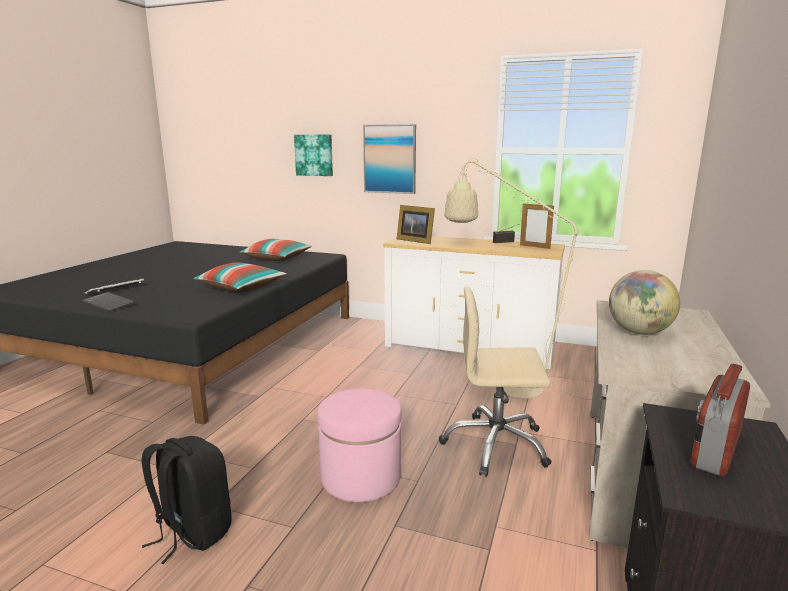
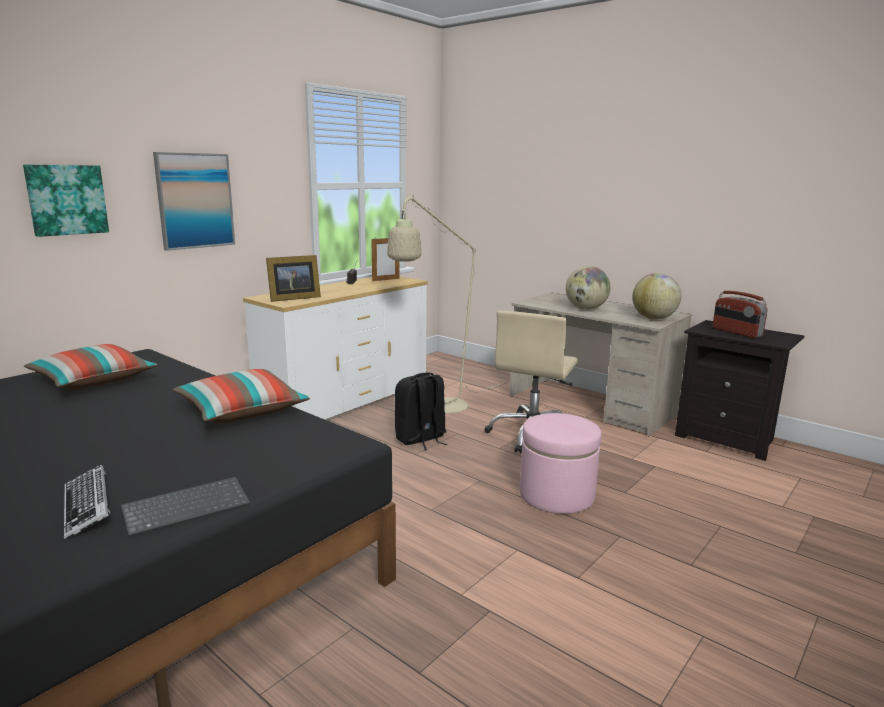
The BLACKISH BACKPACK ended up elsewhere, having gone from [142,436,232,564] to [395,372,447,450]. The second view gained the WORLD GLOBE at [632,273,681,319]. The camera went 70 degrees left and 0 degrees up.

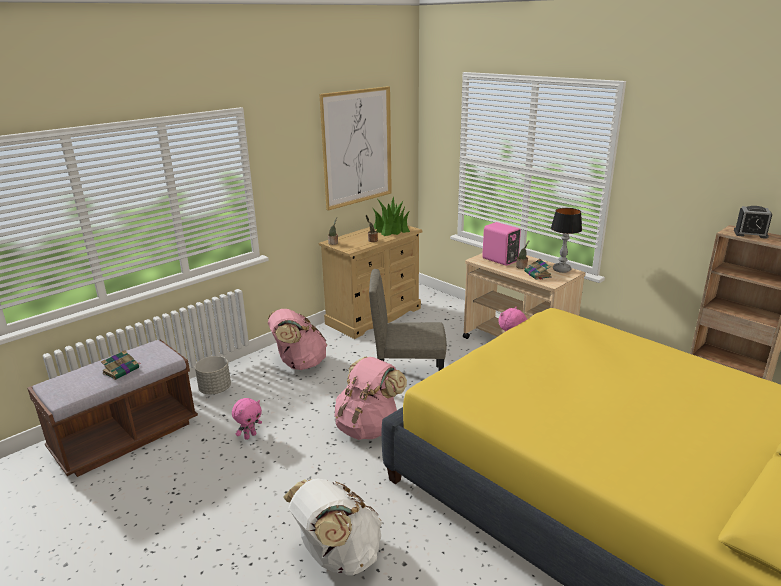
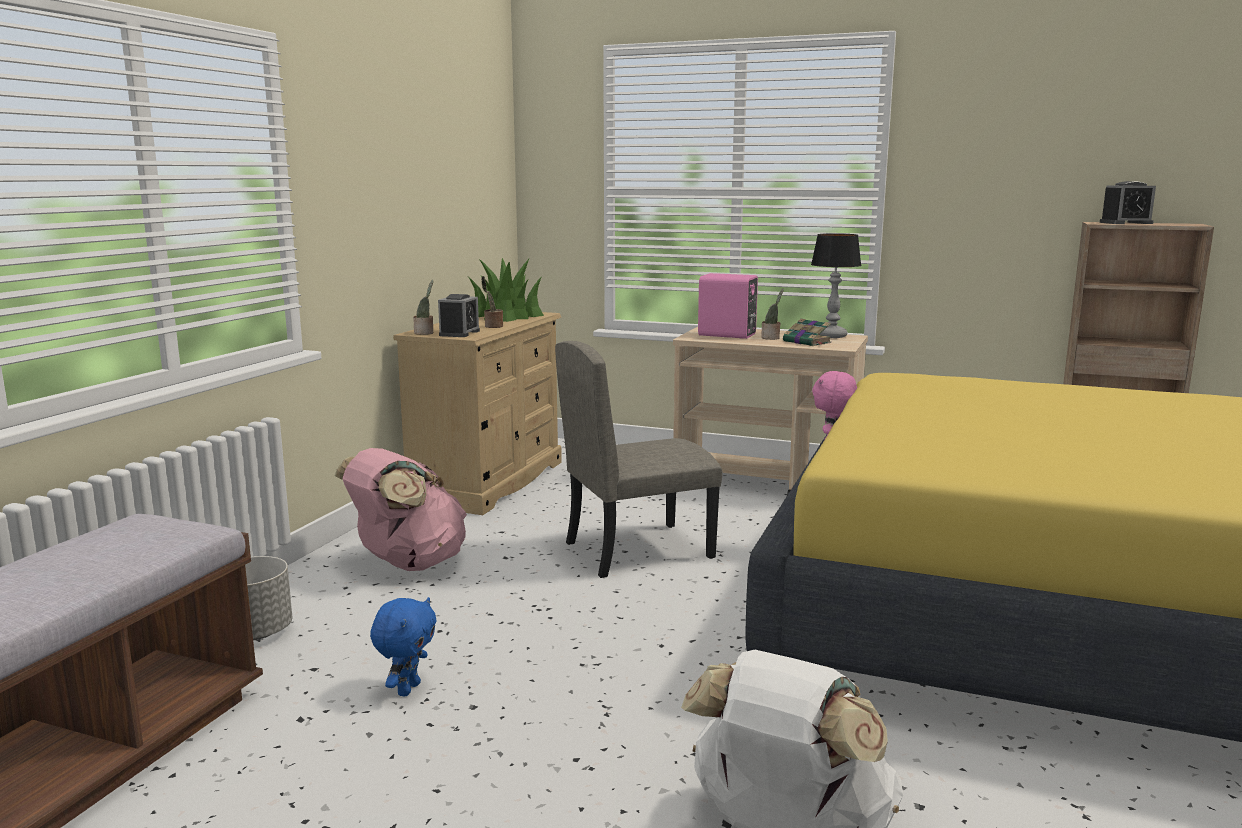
What was the PINKISH SOFT TOY at [232,398,262,440] turned into the BLUISH SOFT TOY at [370,597,436,696]. The second view gained the BEDSIDE CLOCK at [438,294,480,337]. The second view lost the BOUND BOOK at [101,350,141,380]. The second view lost the WALL ART at [319,86,392,211]. The second view lost the PINKISH BACKPACK at [334,356,407,440]. The camera went 25 degrees left and 10 degrees down.

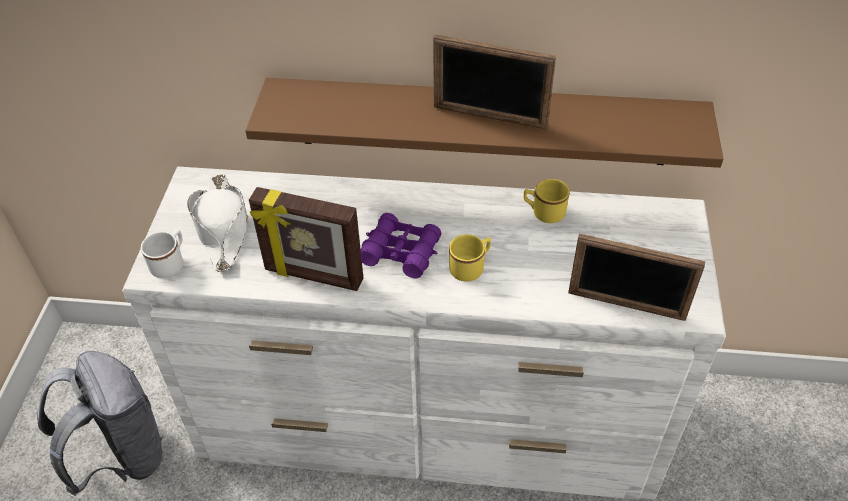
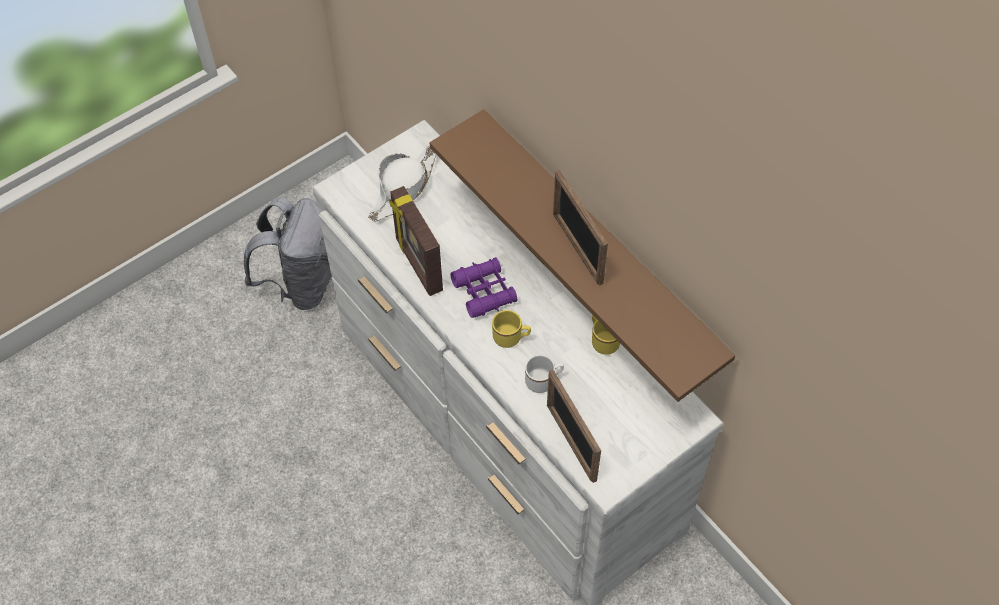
The WHITE COFFEE MUG ended up elsewhere, having gone from [141,229,183,278] to [525,355,564,393]. The camera went 45 degrees right and 10 degrees up.

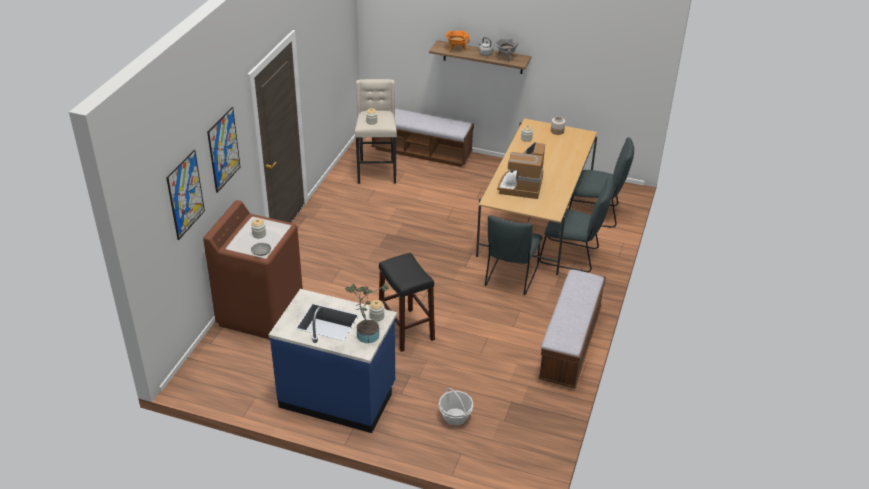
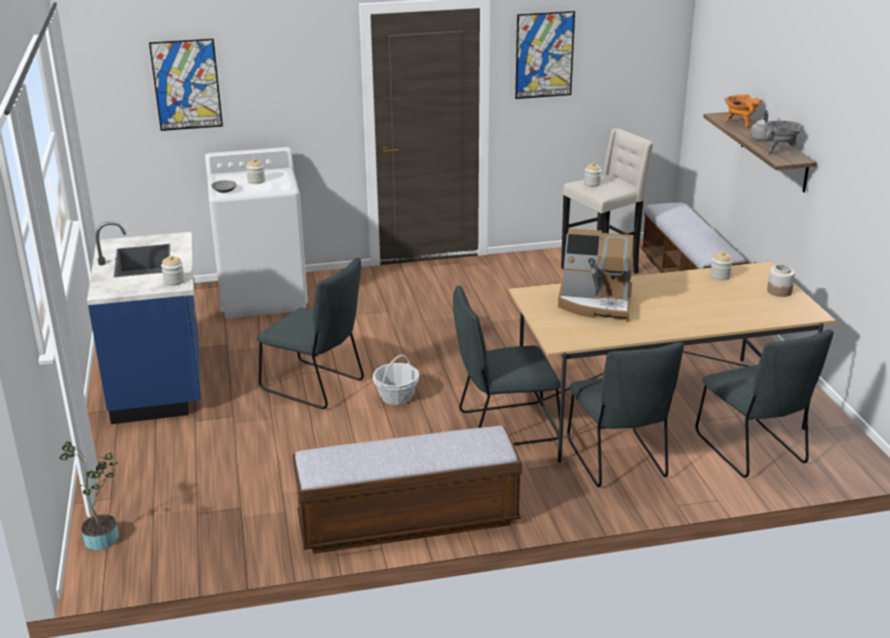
The HOUSEPLANT ended up elsewhere, having gone from [345,284,389,343] to [60,441,119,550]. What was the BROWNISH LAUNDRY MACHINE at [203,200,303,339] turned into the WHITE LAUNDRY MACHINE at [205,147,308,319]. Where the BLACKISH SITTING STOOL stood at [379,253,435,352], the GRAY UPRIGHT CHAIR came to stand at [257,258,364,409]. The HOUSEHOLD BASKET ended up elsewhere, having gone from [439,388,473,425] to [373,354,419,405]. The WALL ART ended up elsewhere, having gone from [207,107,240,193] to [515,11,575,99]. The COFFEE BREWER at [497,142,545,199] ended up facing another way, 150 degrees counterclockwise from before. The camera went 60 degrees right and 10 degrees down.

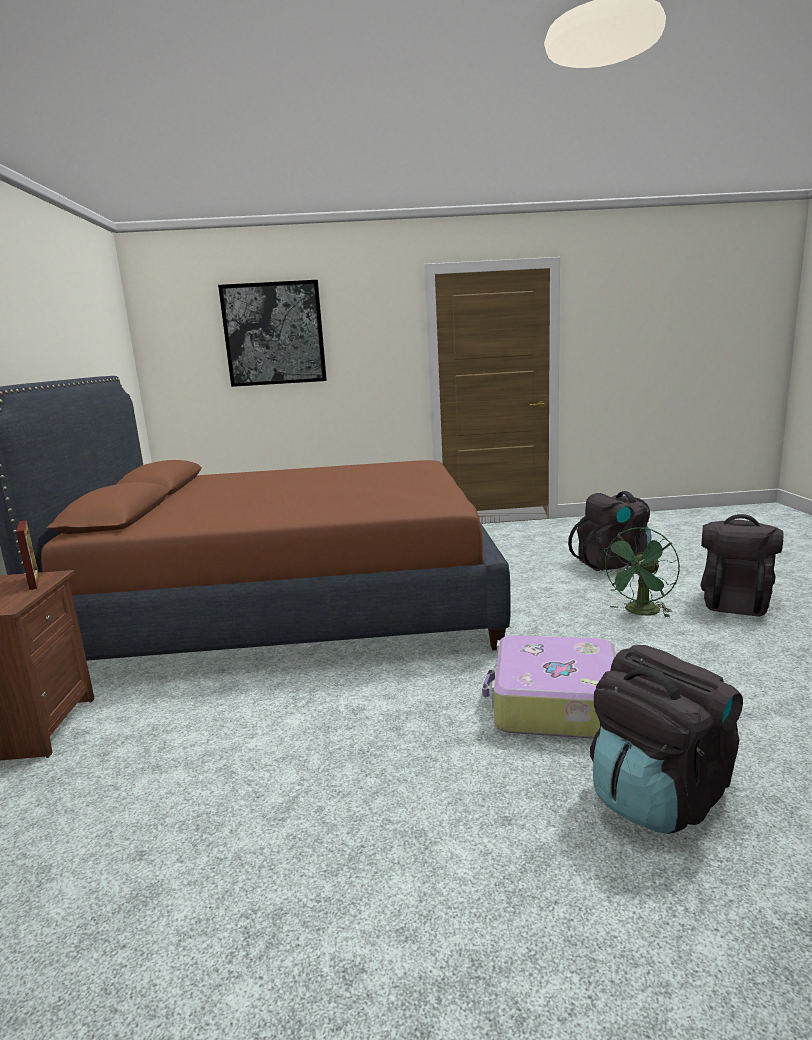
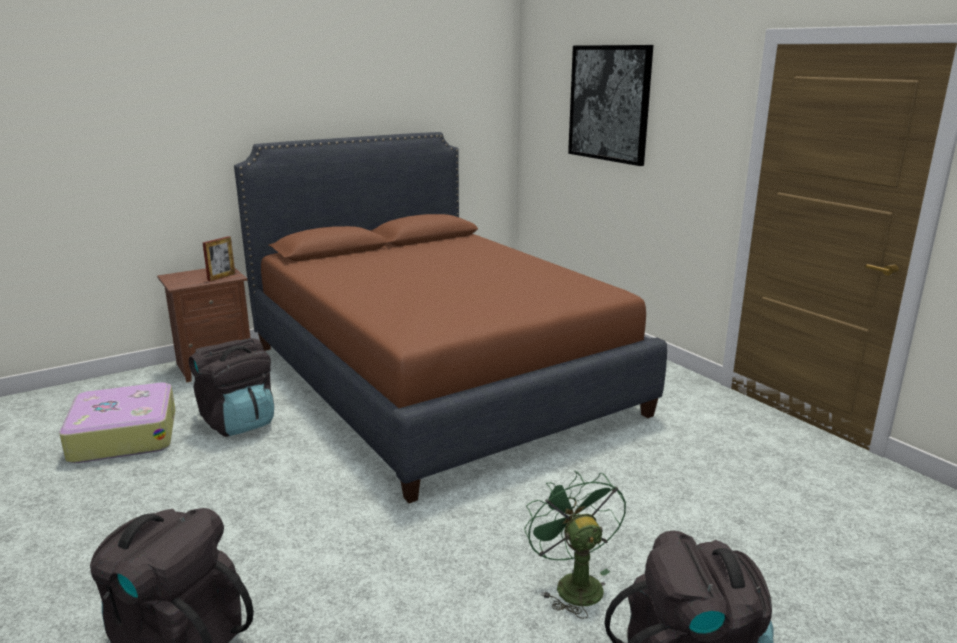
The TRAVEL CASE ended up elsewhere, having gone from [482,635,616,739] to [59,382,175,463]. The BLACKISH BACKPACK ended up elsewhere, having gone from [568,491,651,571] to [189,338,274,437]. The GREEN-COLOURED ELECTRIC FAN at [602,528,680,618] ended up facing another way, 60 degrees clockwise from before. The camera went 60 degrees right and 5 degrees up.

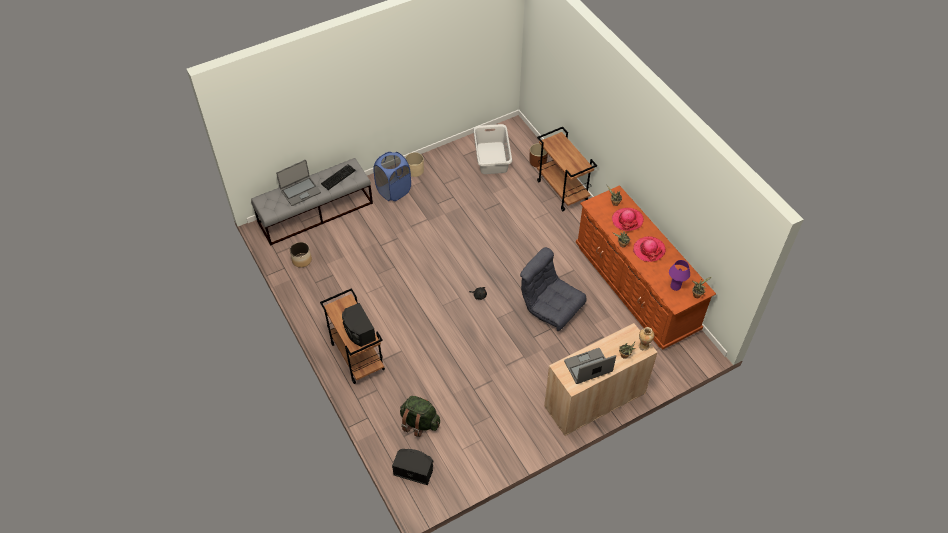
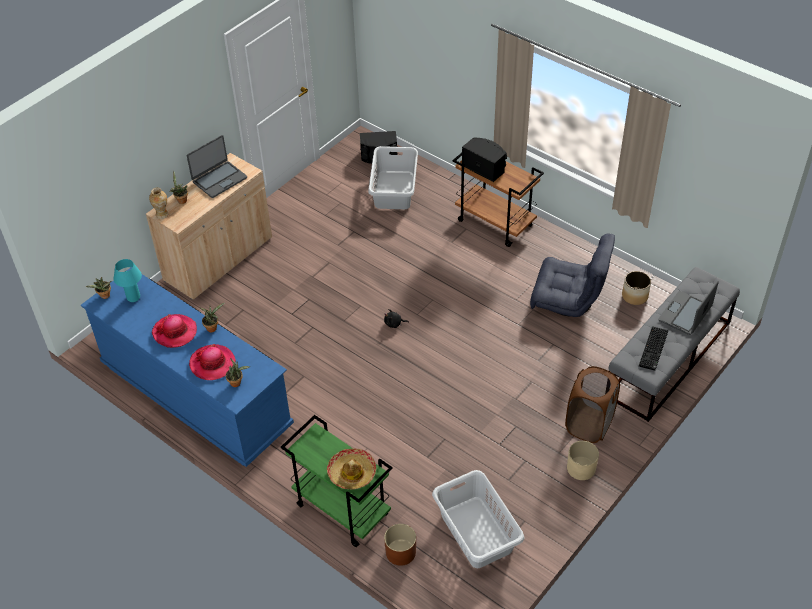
What was the BROWNISH CHEST OF DRAWERS at [576,185,716,350] turned into the BLUISH CHEST OF DRAWERS at [81,267,294,467]. What was the PURPLISH LAMP FOR A TABLE at [669,260,690,291] turned into the BLUE-GREEN LAMP FOR A TABLE at [114,259,142,302]. What was the BROWNISH WHEELED CART at [537,127,597,211] turned into the GREEN-COLOURED WHEELED CART at [281,415,393,547]. The second view gained the CLOTHING HAT at [327,449,376,490]. Where the GREEN-COLOURED BACKPACK stood at [400,396,440,437], the GRAY HAMPER came to stand at [368,146,418,209]. The GRAY ARMCHAIR ended up elsewhere, having gone from [520,247,587,331] to [530,233,615,317]. What was the BLUISH HAMPER at [373,152,411,201] turned into the BROWNISH HAMPER at [565,366,620,443]. The camera went 160 degrees right and 5 degrees down.

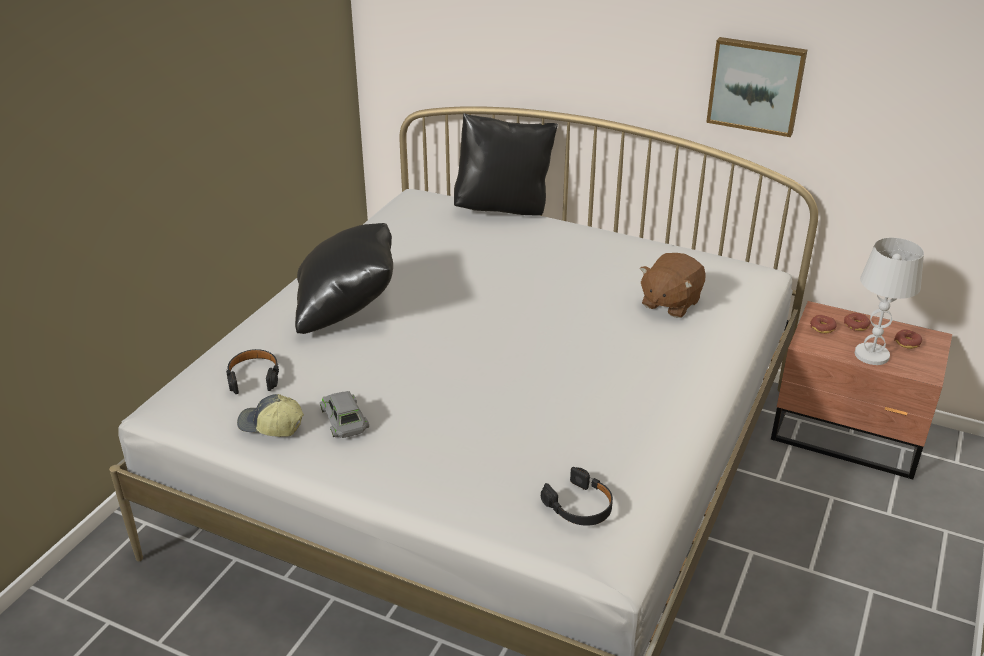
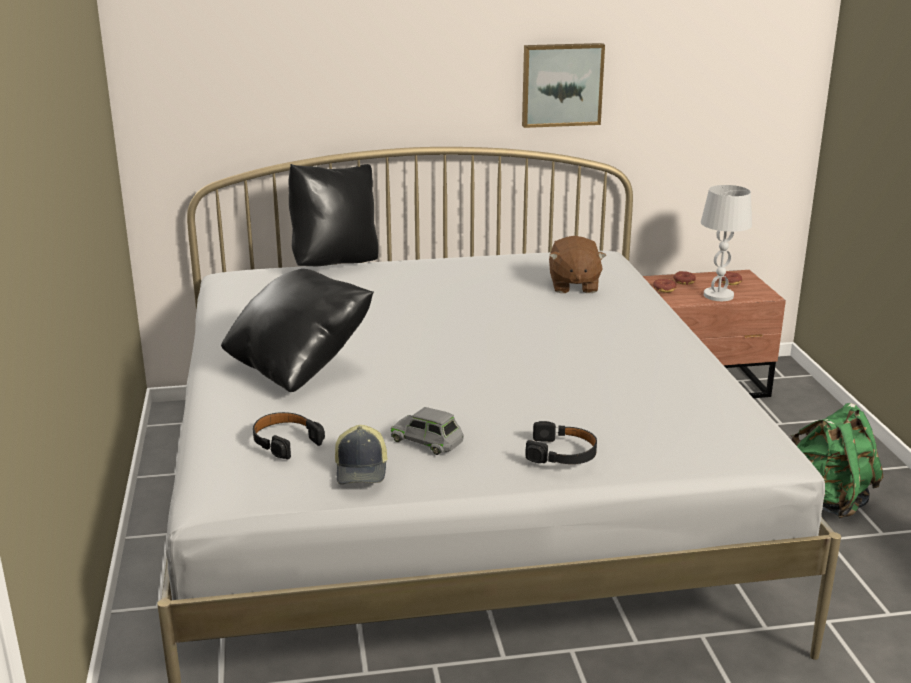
The PEAKED CAP at [237,394,304,437] ended up facing another way, 75 degrees counterclockwise from before. The BLACKISH PAIR OF HEADPHONES ended up elsewhere, having gone from [541,467,613,526] to [526,421,597,464]. The second view gained the GREEN-COLOURED BACKPACK at [791,403,883,518]. The camera went 35 degrees left and 10 degrees down.

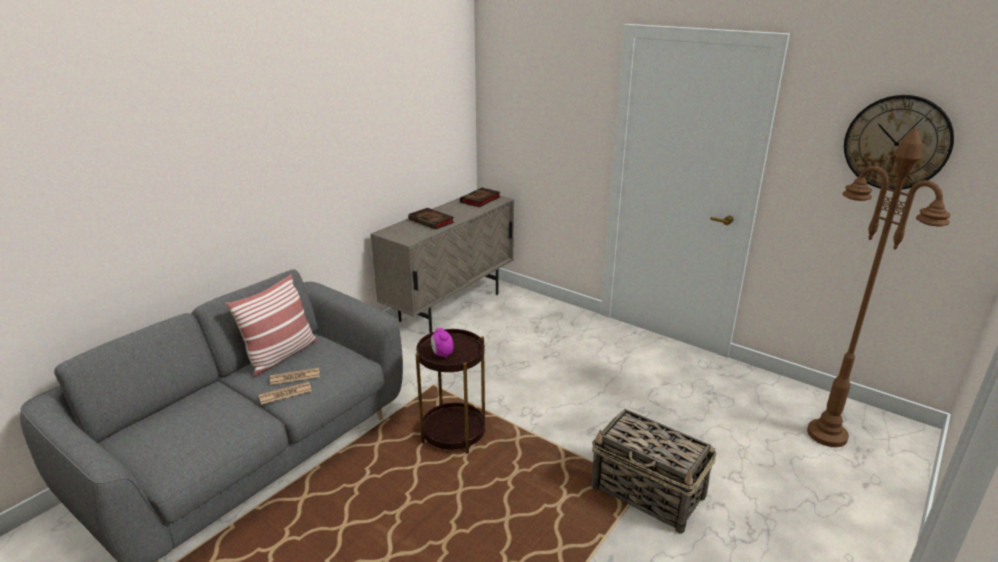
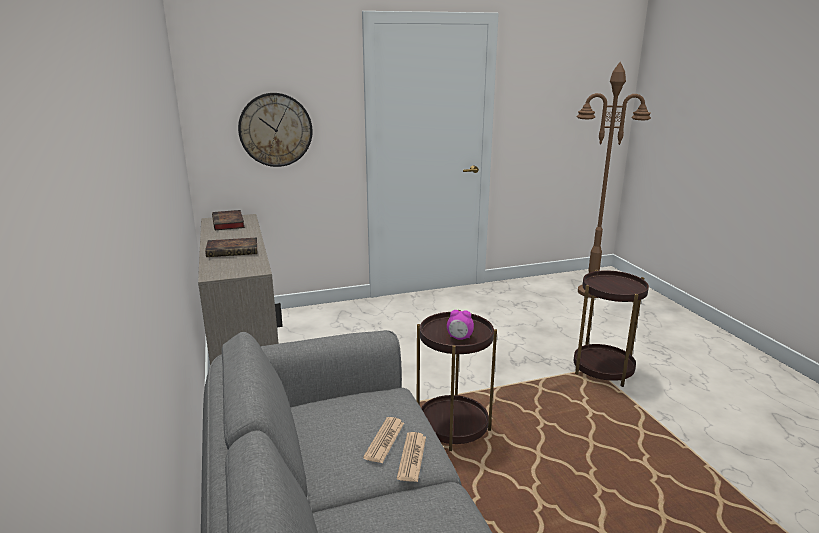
The CLOCK ON THE WALL ended up elsewhere, having gone from [844,95,954,190] to [238,93,313,167]. Where the HOUSEHOLD BASKET stood at [591,409,717,534], the BROWNISH SIDE TABLE came to stand at [574,269,649,387]. The second view lost the PILLOW at [226,274,317,377]. The camera went 55 degrees left and 5 degrees down.

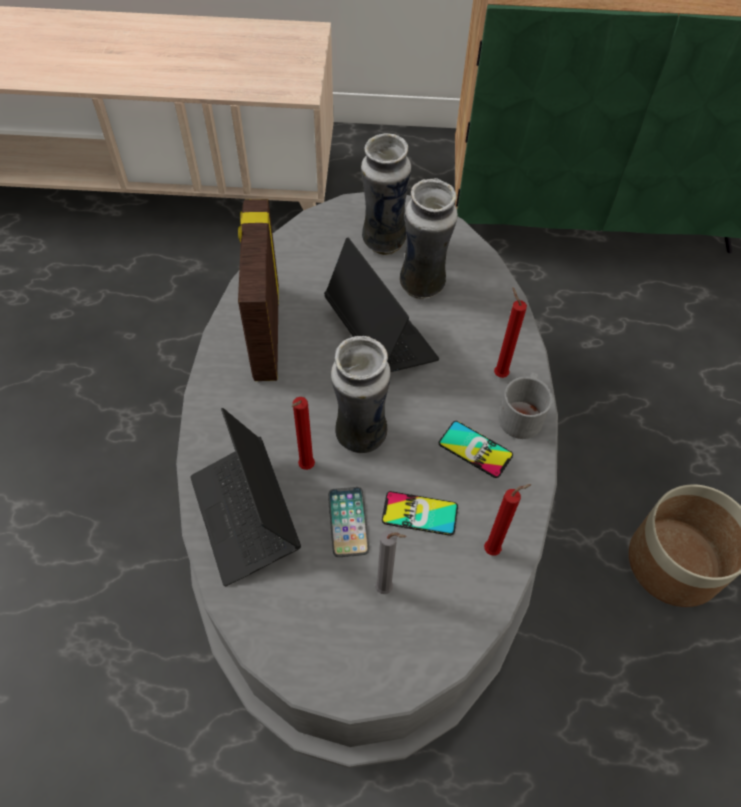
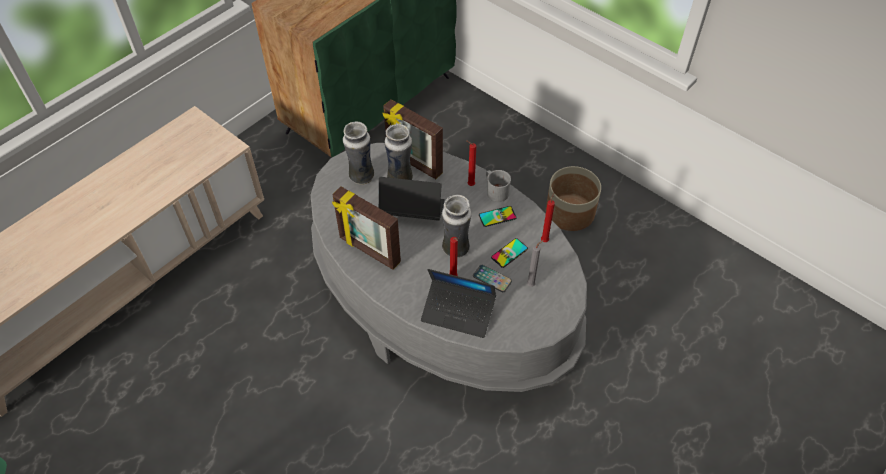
The second view gained the STANDING FRAME at [383,99,443,179]. The camera went 50 degrees left and 5 degrees down.

